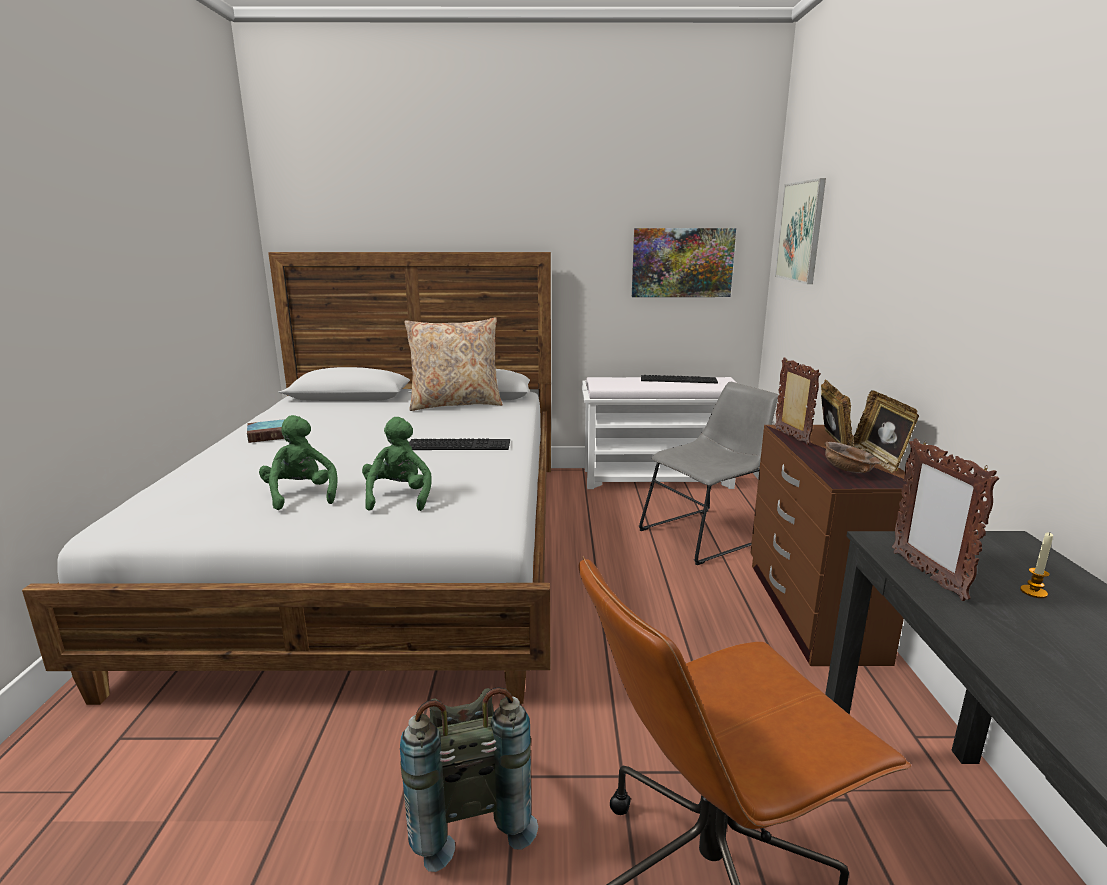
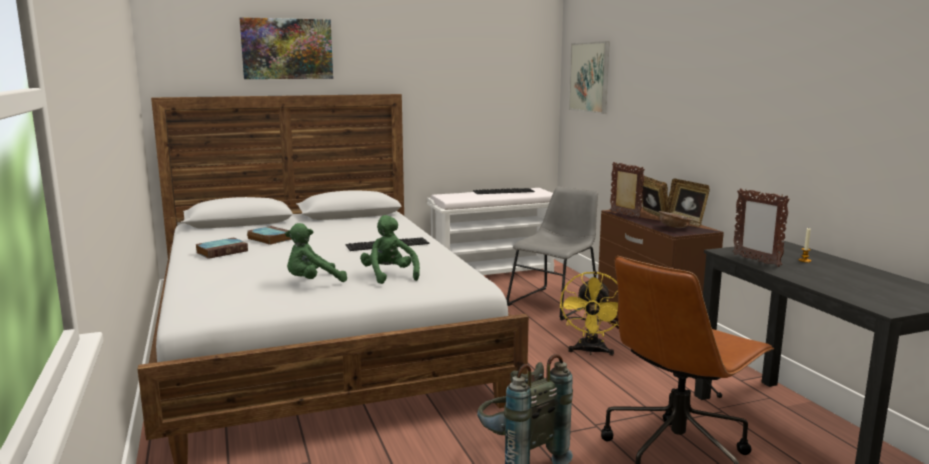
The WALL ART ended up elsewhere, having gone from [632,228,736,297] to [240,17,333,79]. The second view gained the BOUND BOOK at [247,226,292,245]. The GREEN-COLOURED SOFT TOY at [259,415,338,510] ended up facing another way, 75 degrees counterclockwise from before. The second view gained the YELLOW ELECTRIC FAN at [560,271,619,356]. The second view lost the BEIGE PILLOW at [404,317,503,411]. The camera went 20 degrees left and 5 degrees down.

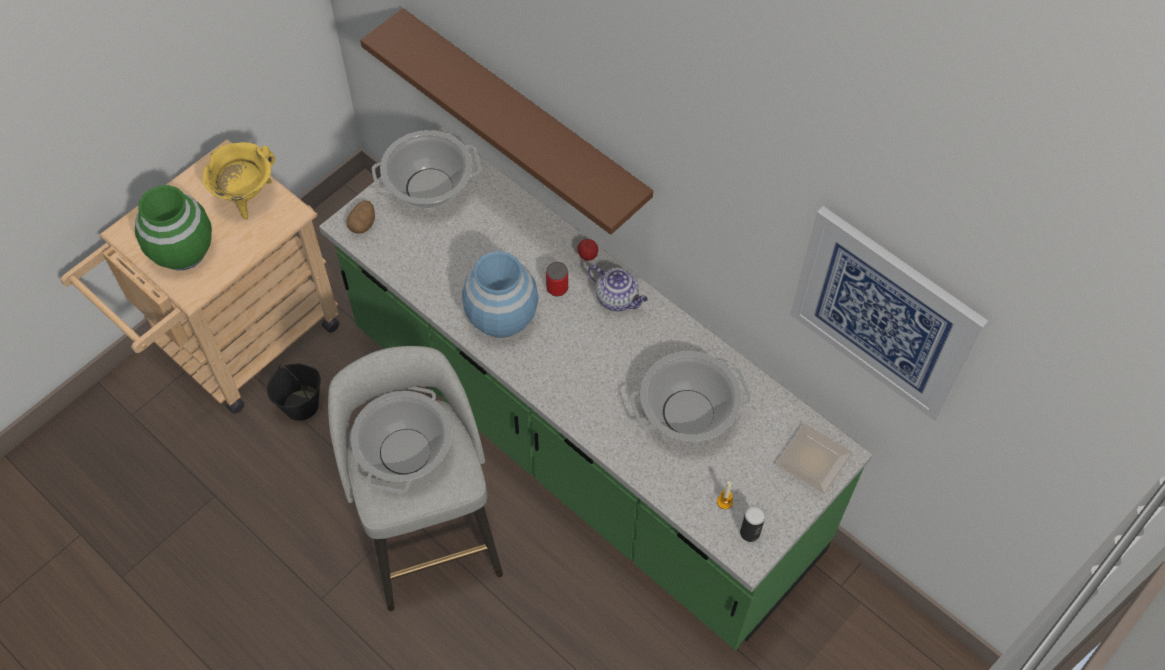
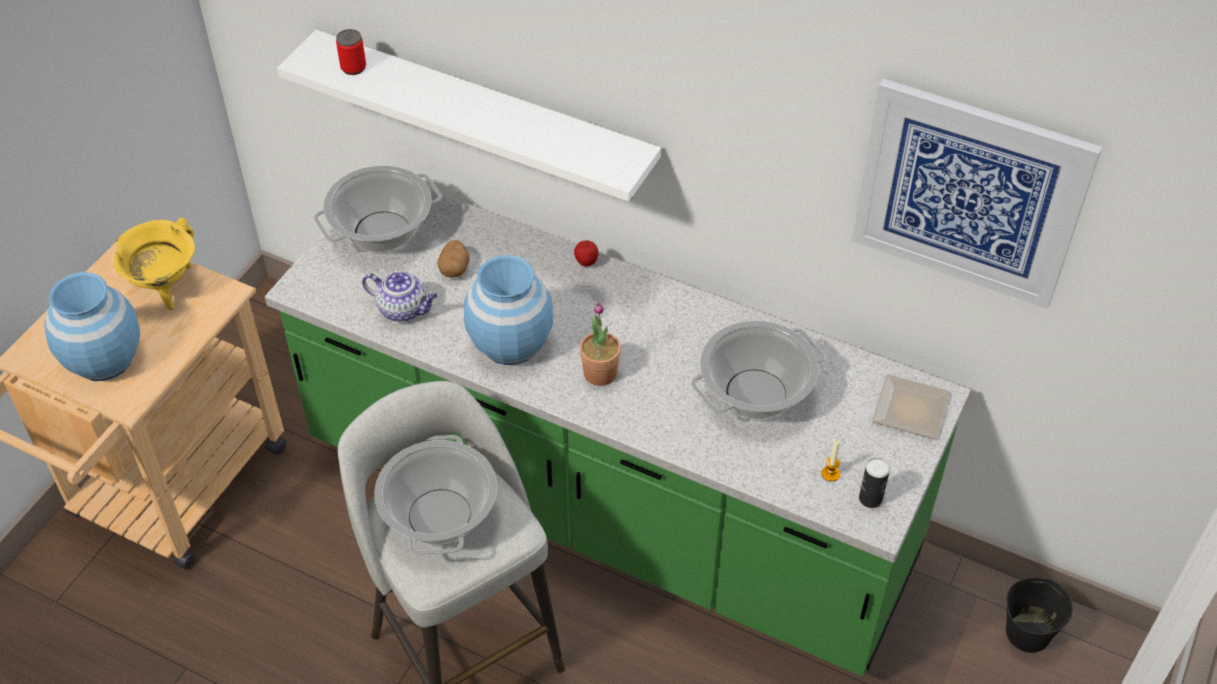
What was the GREEN-COLOURED FLOWER VASE at [135,185,212,271] turned into the BLUISH FLOWER VASE at [44,272,140,381]. What was the BROWNISH BRACKET SHELF at [360,8,653,235] turned into the WHITE BRACKET SHELF at [277,30,661,201]. The METAL CAN ended up elsewhere, having gone from [546,262,568,296] to [336,29,366,75]. The TEA POT ended up elsewhere, having gone from [588,265,648,312] to [362,271,438,322]. The WHOLE POTATO ended up elsewhere, having gone from [346,200,375,234] to [437,240,469,278]. The second view gained the HOUSEPLANT at [580,302,621,386]. The BLACKISH WATER BUCKET ended up elsewhere, having gone from [267,364,321,421] to [1006,578,1073,653]. The camera went 15 degrees left and 10 degrees down.

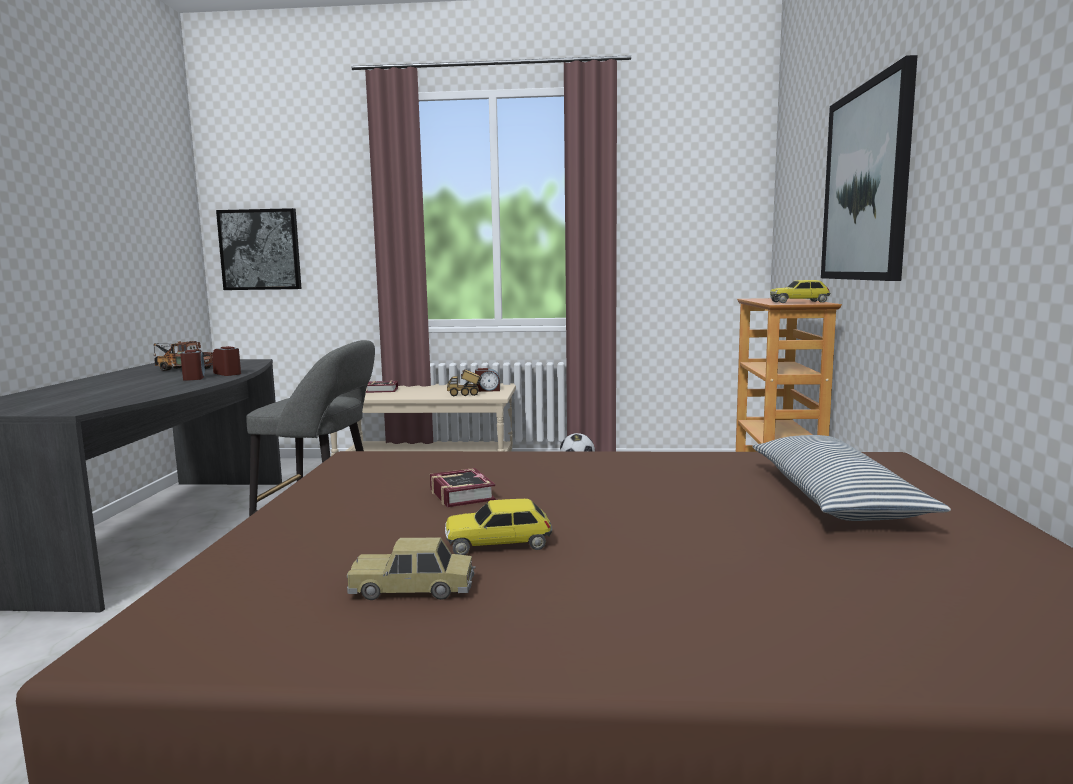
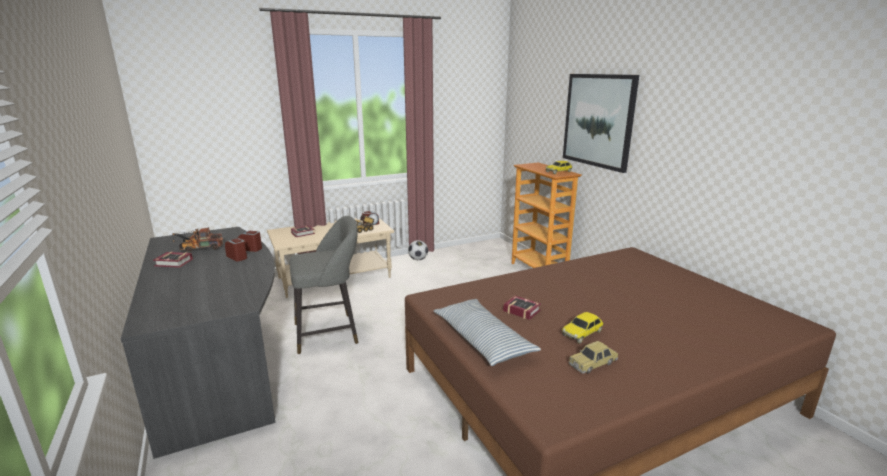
The second view gained the BOUND BOOK at [153,252,193,268]. The PILLOW ended up elsewhere, having gone from [752,435,951,521] to [433,299,541,366]. The second view lost the WALL ART at [216,208,302,290]. The camera went 30 degrees left and 10 degrees up.

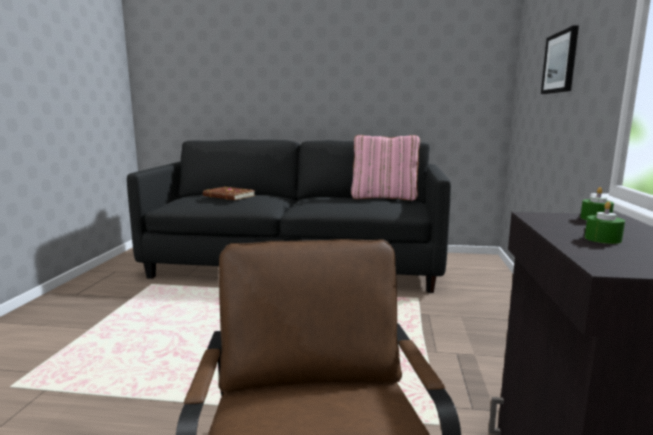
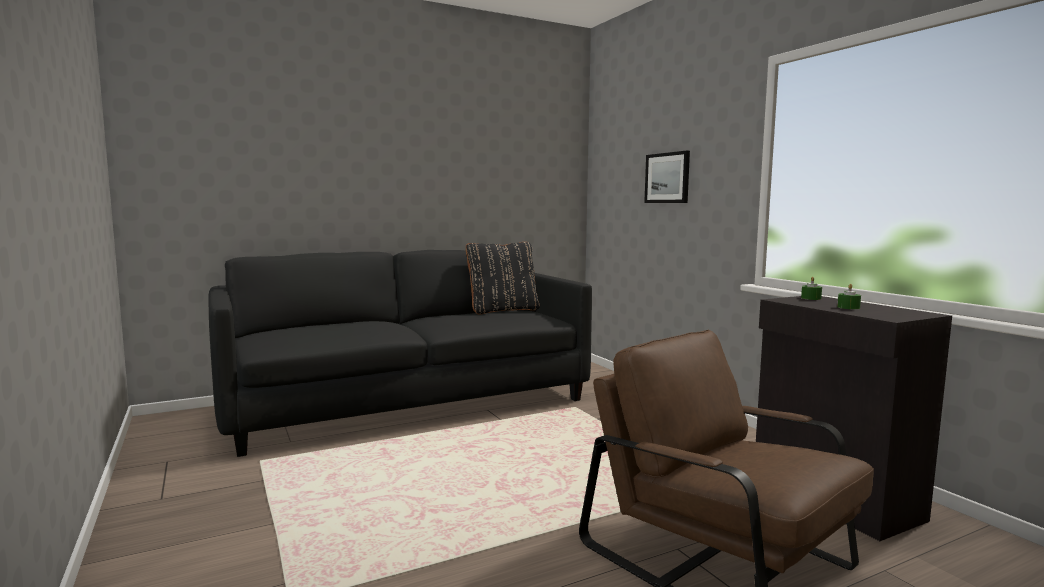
What was the PINKISH PILLOW at [351,135,420,201] turned into the BLACKISH PILLOW at [466,242,540,315]. The second view lost the BROWNISH BOUND BOOK at [203,186,256,200]. The camera went 35 degrees left and 5 degrees down.

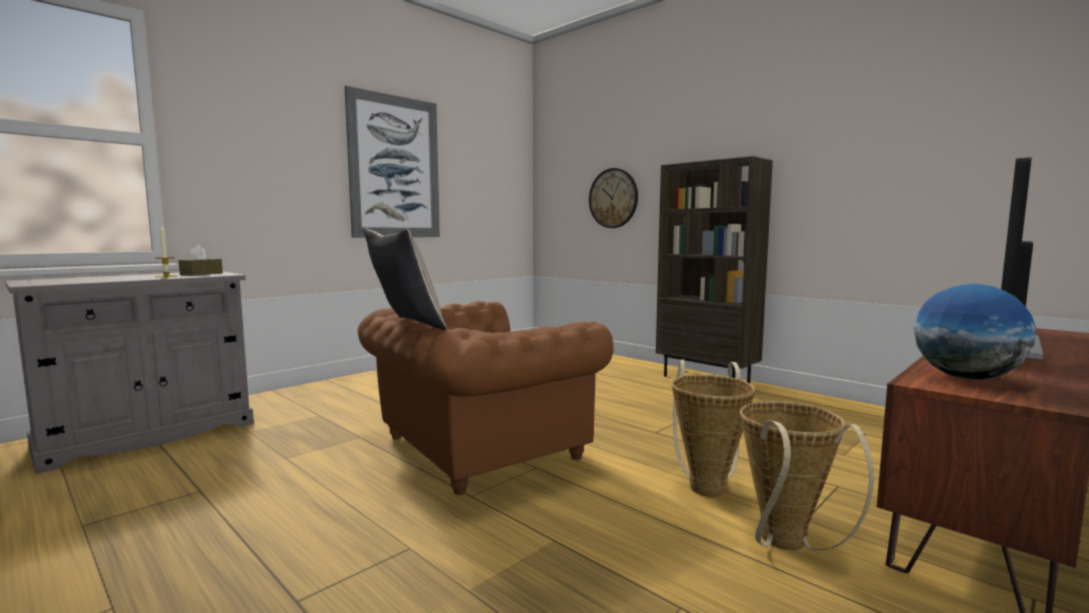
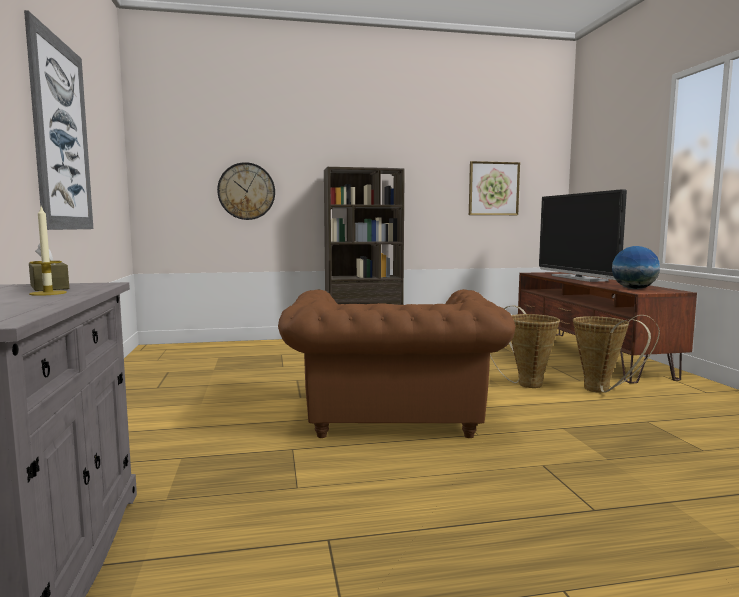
The second view gained the WALL ART at [469,161,520,215]. The second view lost the BEIGE PILLOW at [364,228,447,330]. The camera went 55 degrees left and 0 degrees up.

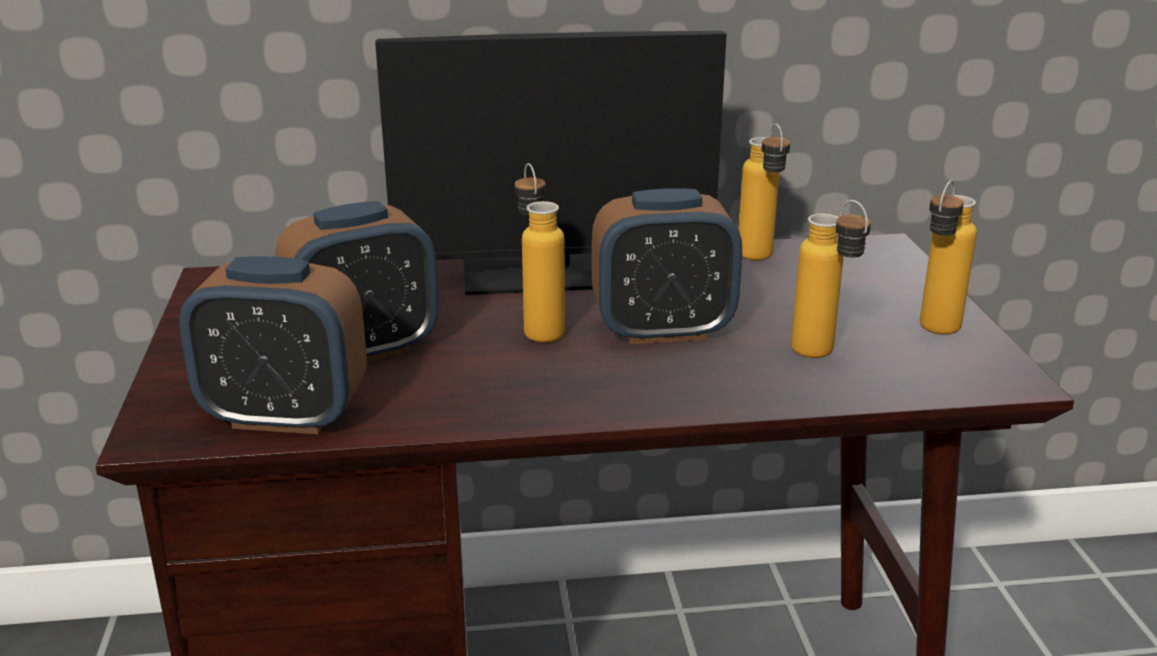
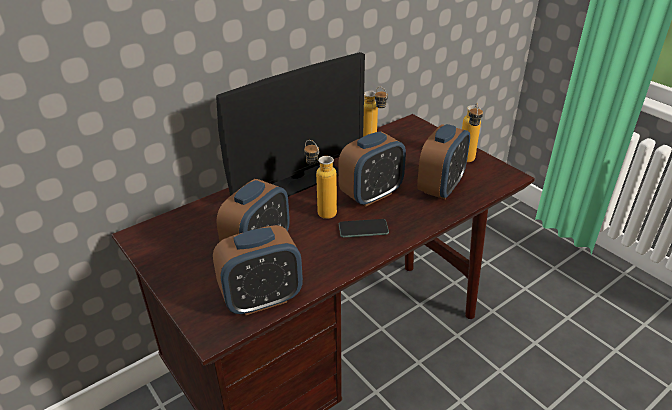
The second view gained the TELEPHONE at [339,219,389,238]. Where the BEVERAGE BOTTLE stood at [791,200,871,358], the BEDSIDE CLOCK came to stand at [417,124,470,199]. The camera went 30 degrees left and 10 degrees up.

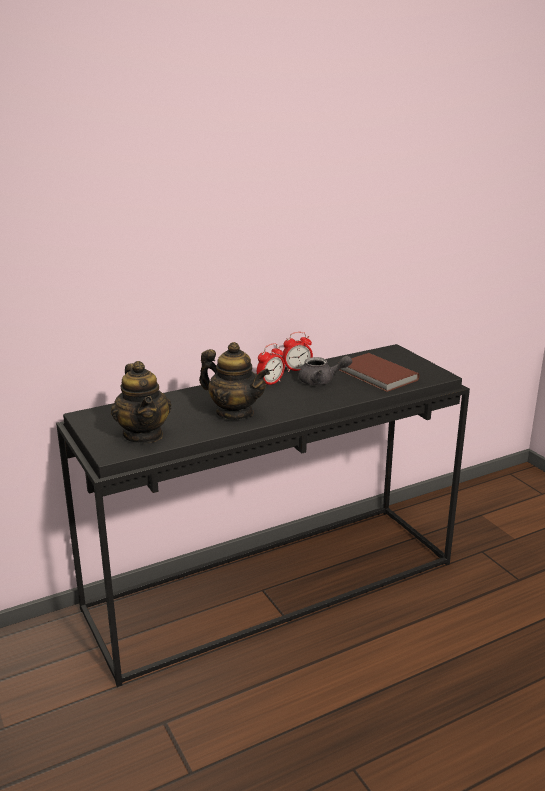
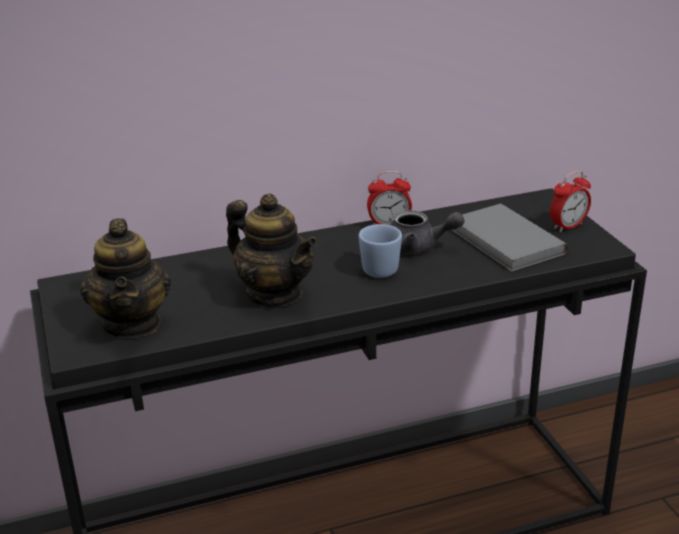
The second view gained the BLUISH COFFEE MUG at [359,224,402,278]. What was the BROWNISH BOUND BOOK at [338,353,419,392] turned into the GRAY BOUND BOOK at [452,204,568,272]. The BEDSIDE CLOCK ended up elsewhere, having gone from [257,343,285,385] to [550,171,591,232]. The camera went 10 degrees right and 5 degrees up.

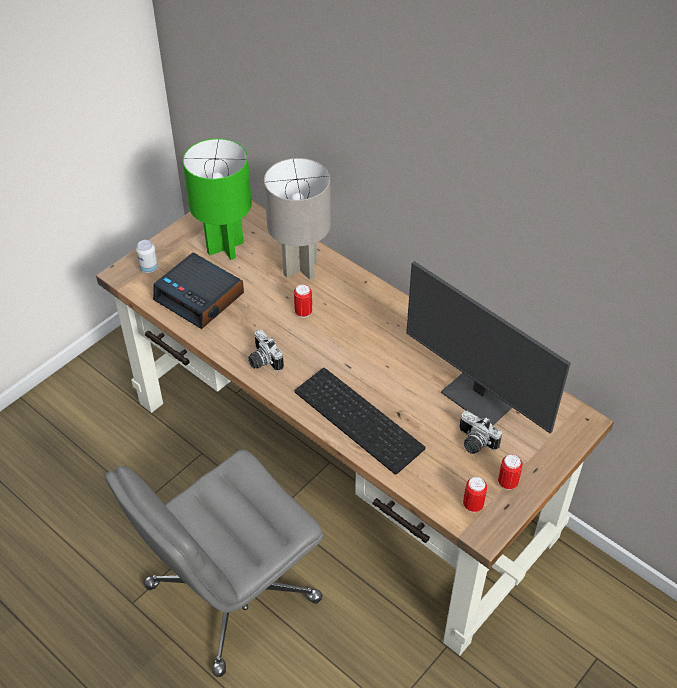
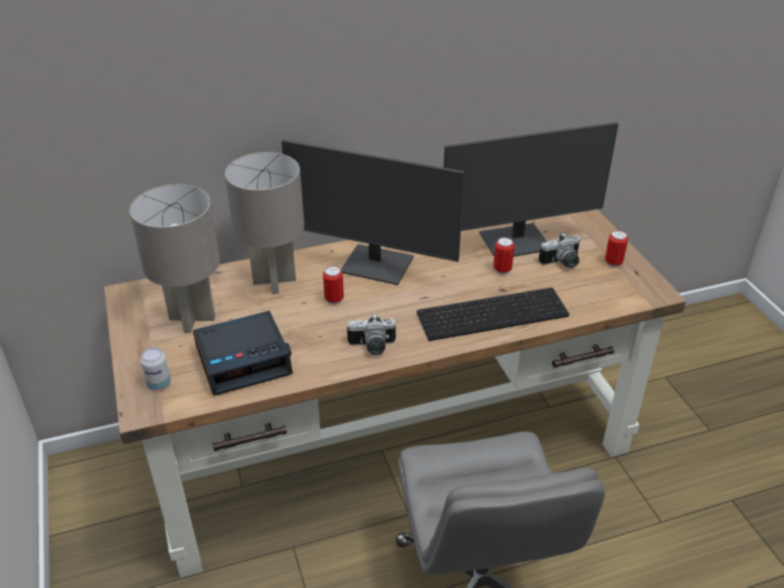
What was the GREEN-COLOURED LAMP FOR A TABLE at [183,139,252,260] turned into the GRAY LAMP FOR A TABLE at [129,184,220,333]. The second view gained the COMPUTER DISPLAY at [282,139,465,285]. The METAL CAN ended up elsewhere, having gone from [463,477,487,512] to [493,237,515,274]. The camera went 60 degrees left and 10 degrees down.

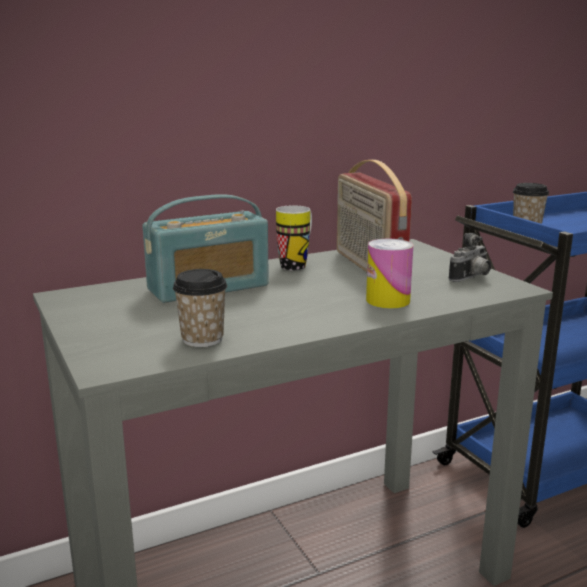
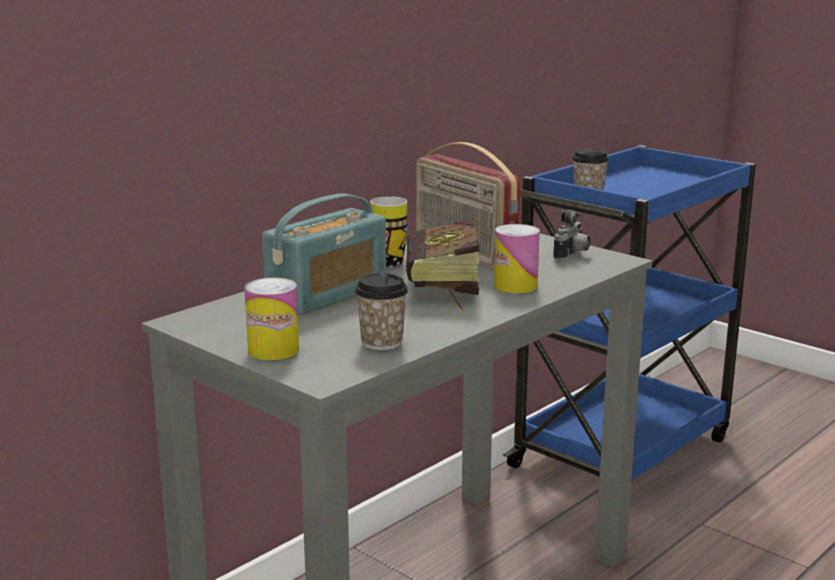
The second view gained the METAL CAN at [245,278,299,360]. The second view gained the BOUND BOOK at [406,218,483,313]. The camera went 20 degrees left and 0 degrees up.

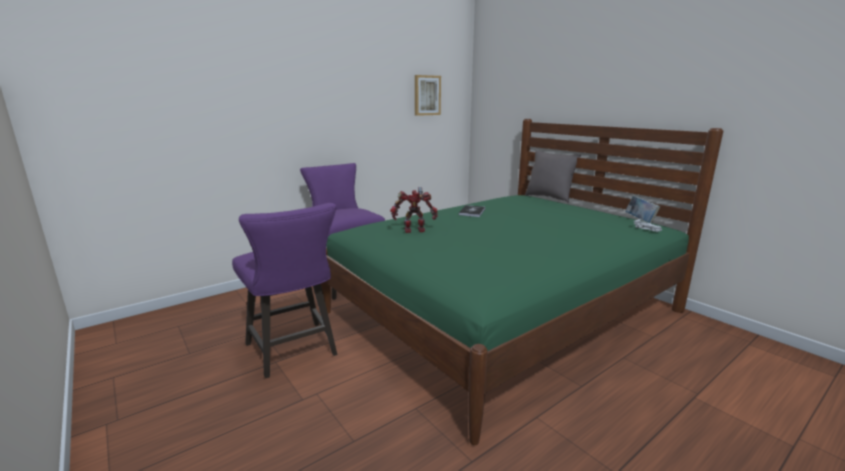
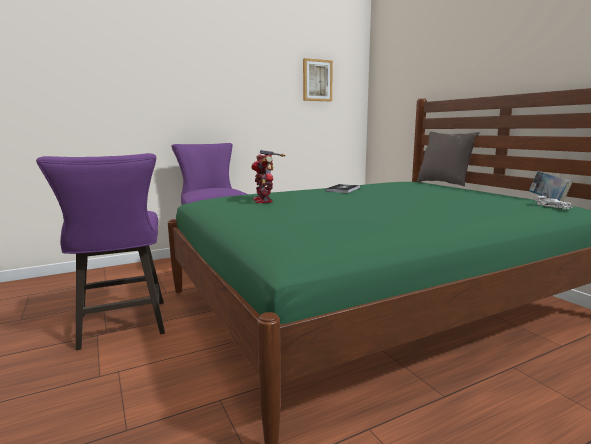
The MODEL ROBOT at [390,187,438,233] ended up facing another way, 105 degrees counterclockwise from before. The camera went 10 degrees right and 5 degrees down.

